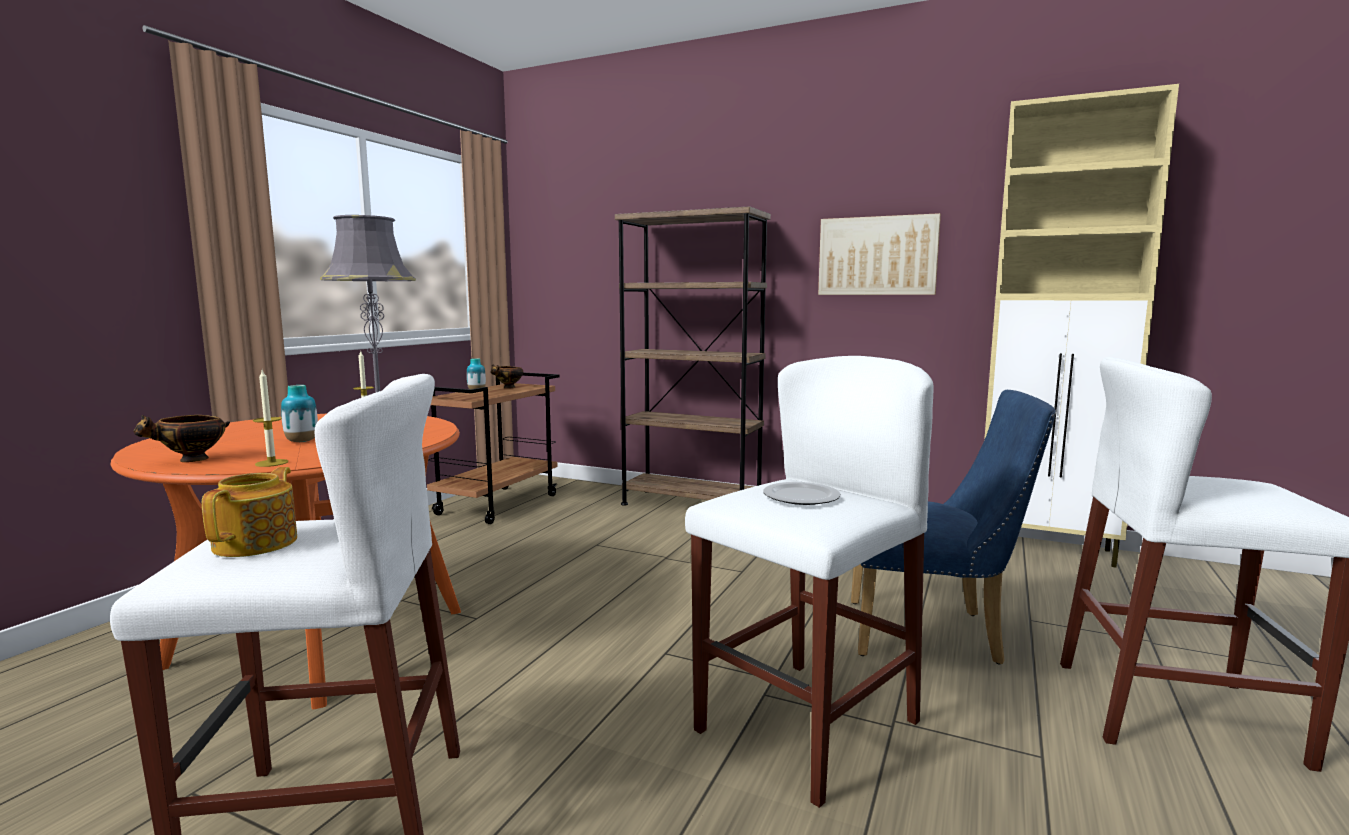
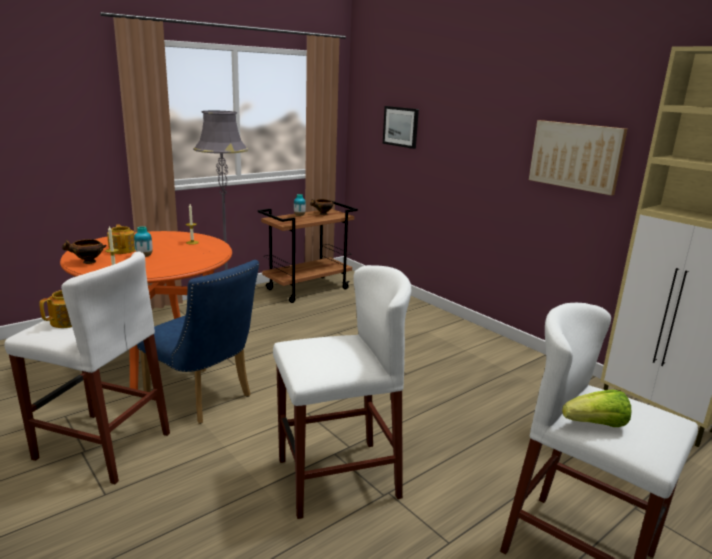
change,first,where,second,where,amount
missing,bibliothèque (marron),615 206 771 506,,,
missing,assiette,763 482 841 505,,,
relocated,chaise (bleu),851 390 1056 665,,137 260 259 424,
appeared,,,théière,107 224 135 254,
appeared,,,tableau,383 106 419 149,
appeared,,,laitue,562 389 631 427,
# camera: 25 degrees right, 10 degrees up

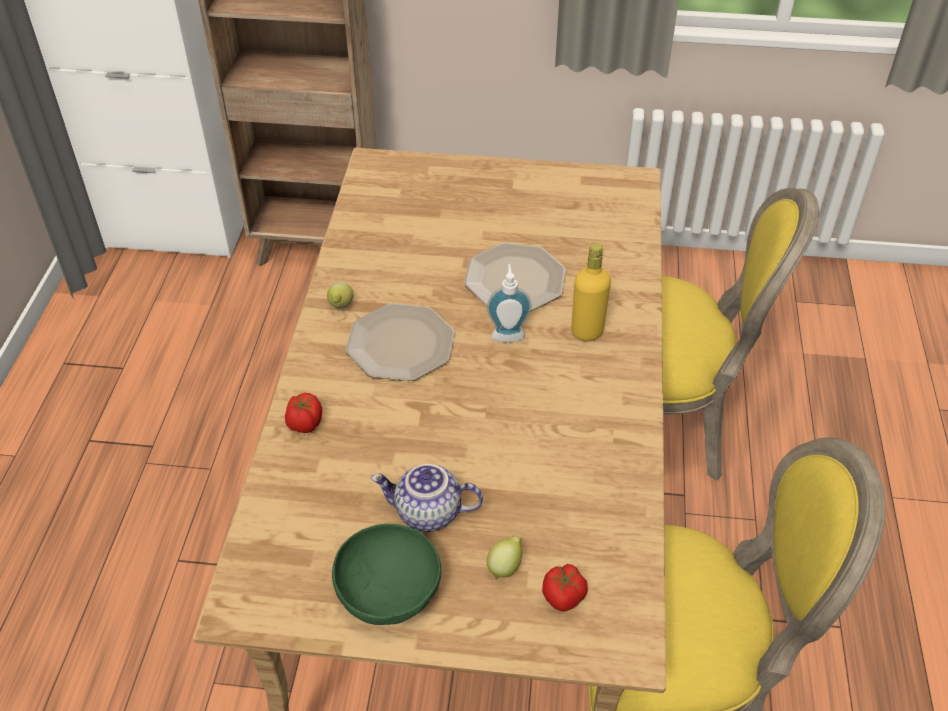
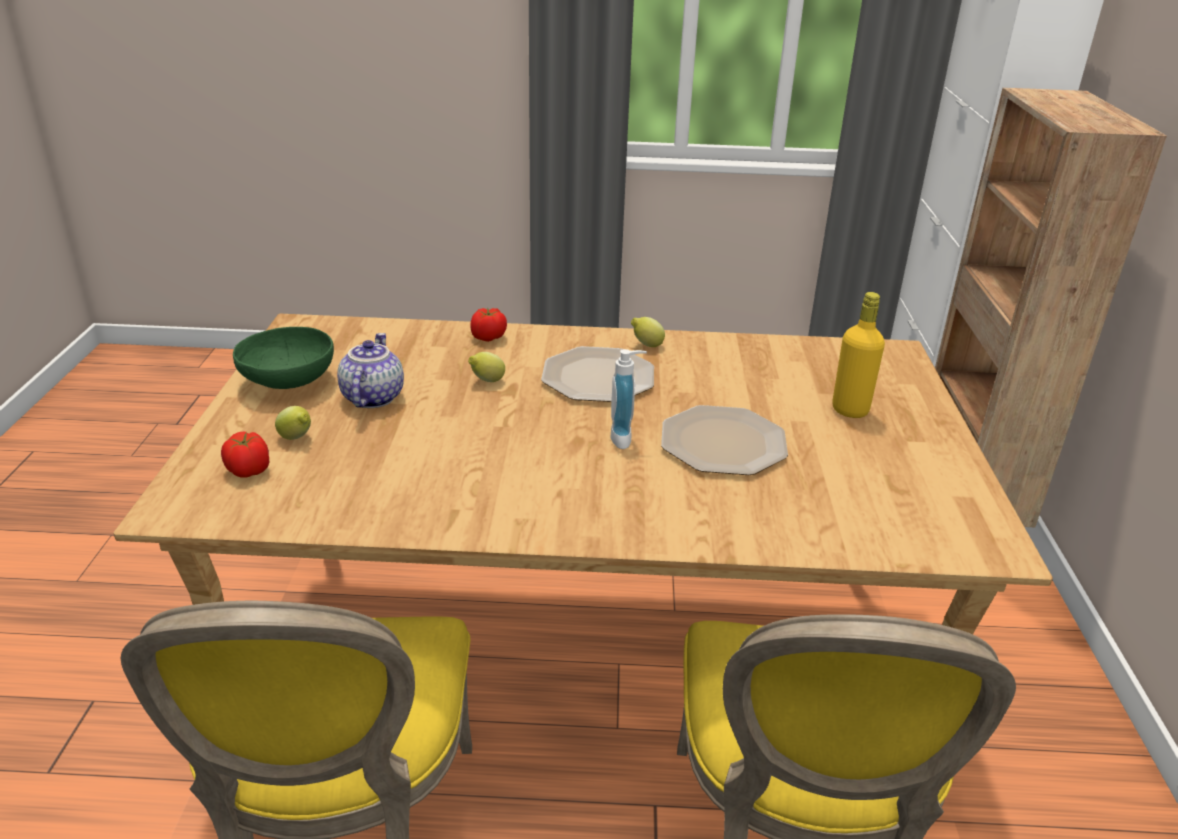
change,first,where,second,where,amount
relocated,bouteille (jaune),571 243 611 341,,832 292 885 418,
appeared,,,citron,468 352 505 382,
# camera: 85 degrees right, 15 degrees down

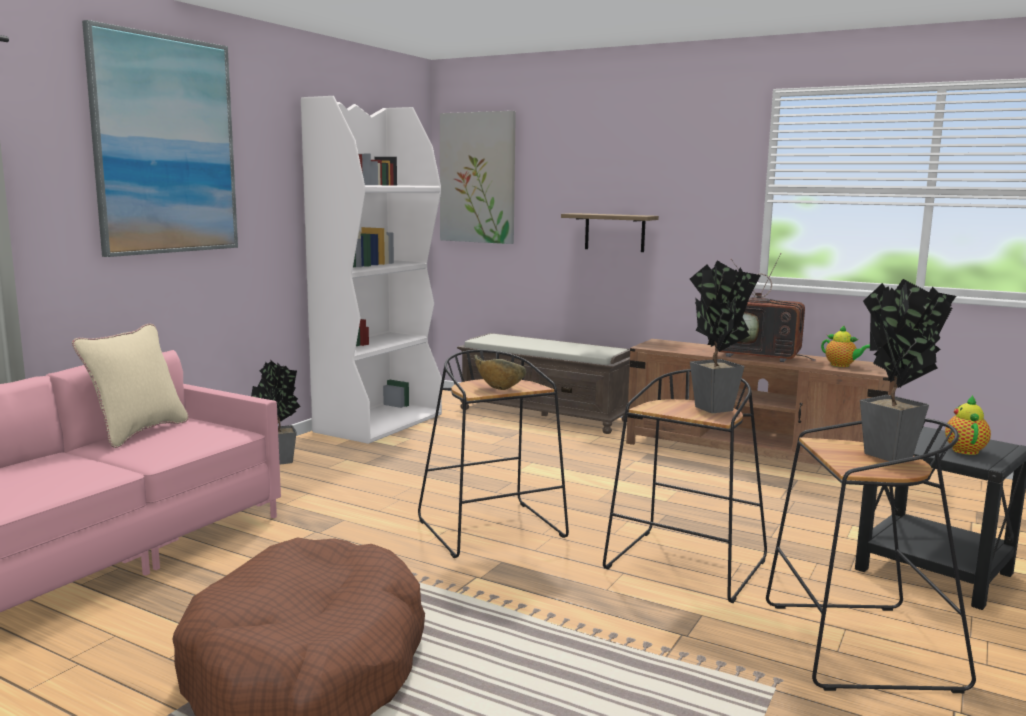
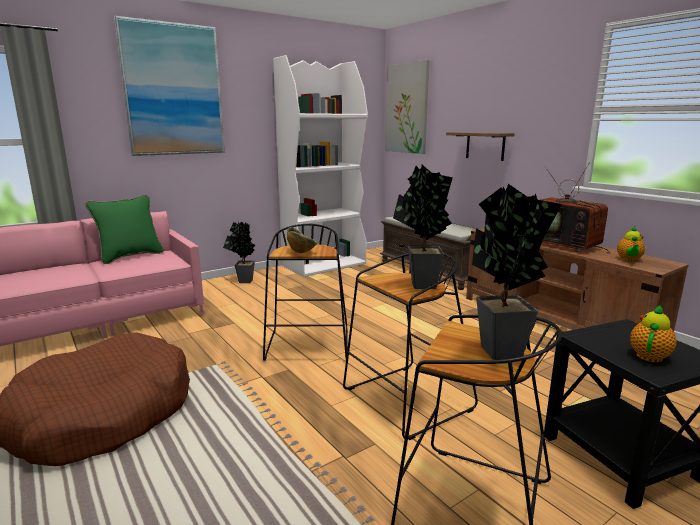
change,first,where,second,where,amount
colour,coussin (beige),72 323 188 448,coussin (vert),85 195 164 264,
spun,théière,821 325 870 367,,617 226 645 262,45 degrees clockwise
# camera: 25 degrees right, 5 degrees up

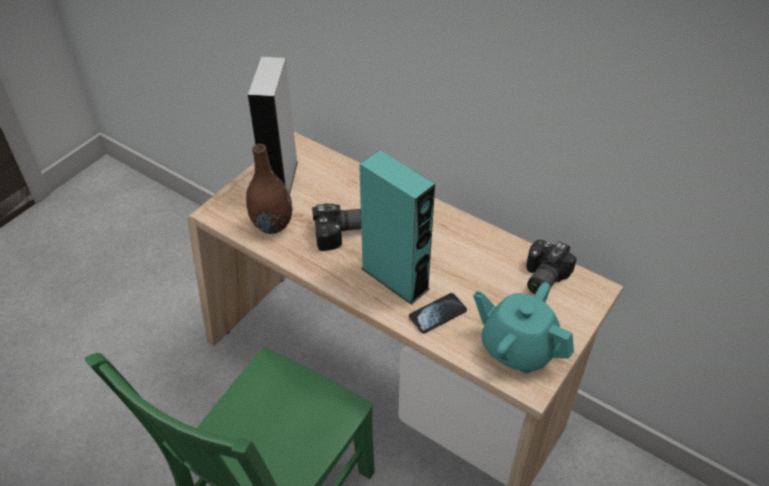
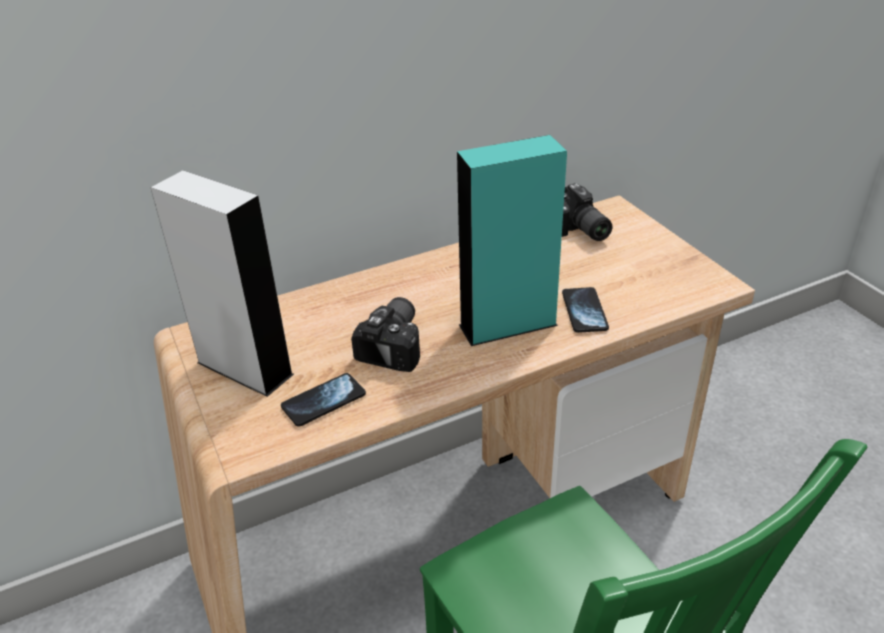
change,first,where,second,where,amount
exchanged,vase (marron),246 144 292 234,téléphone,281 373 366 427,
missing,théière (turquoise),473 282 574 374,,,
# camera: 60 degrees left, 10 degrees down

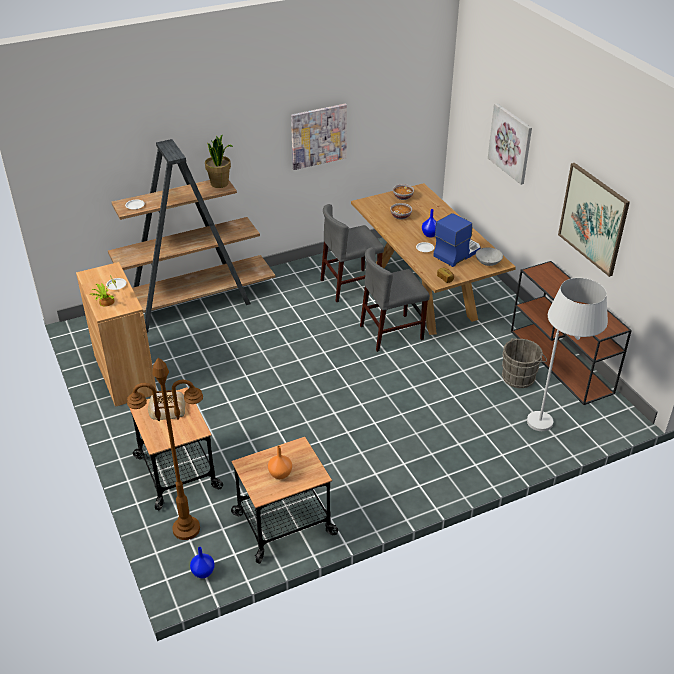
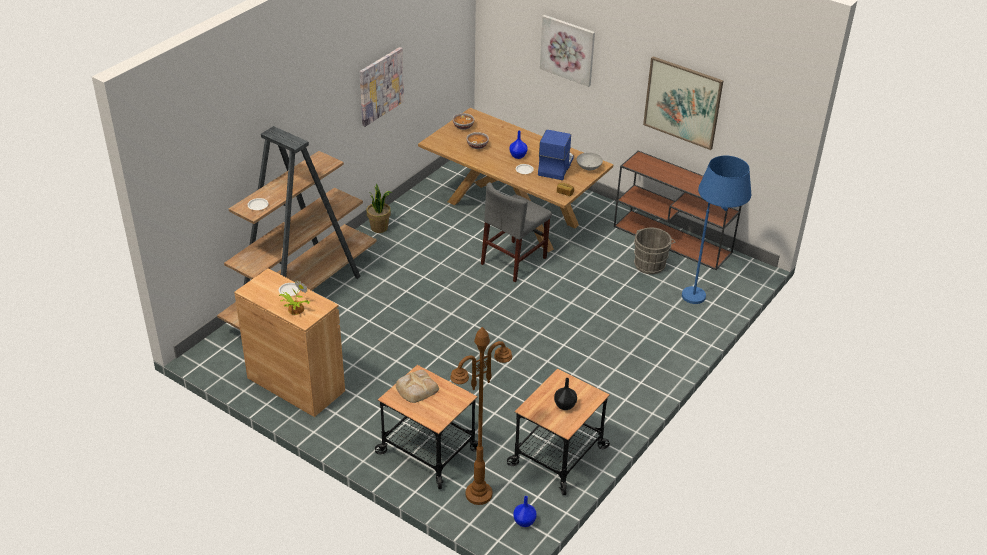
change,first,where,second,where,amount
relocated,plante en pot,205 134 233 188,,367 183 392 233,
colour,vase (orange),268 446 292 479,vase (noir),554 378 577 410,
missing,chaise (gris),321 204 384 302,,,
colour,lampadaire (blanc),527 278 608 431,lampadaire (bleu),682 156 751 304,
# camera: 30 degrees left, 0 degrees up

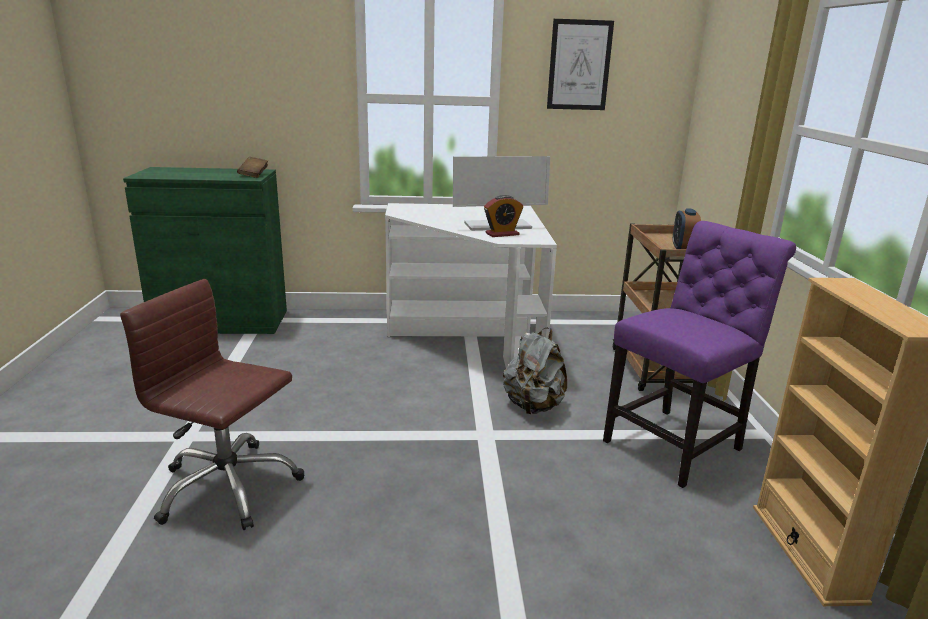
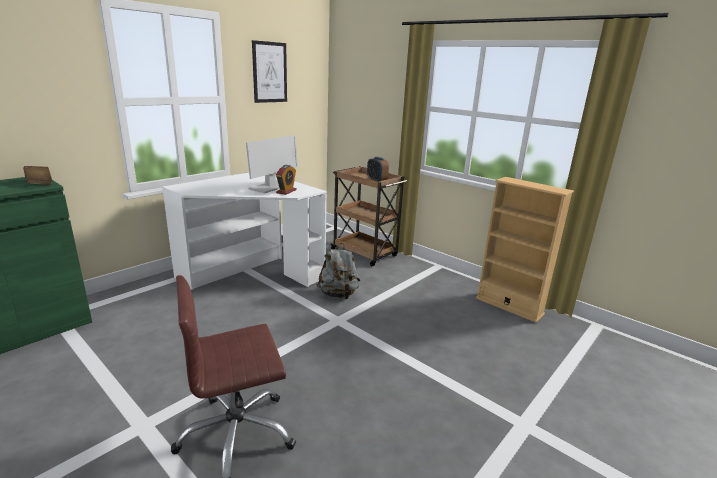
change,first,where,second,where,amount
missing,chaise (violet),603 221 796 488,,,
# camera: 45 degrees left, 0 degrees up

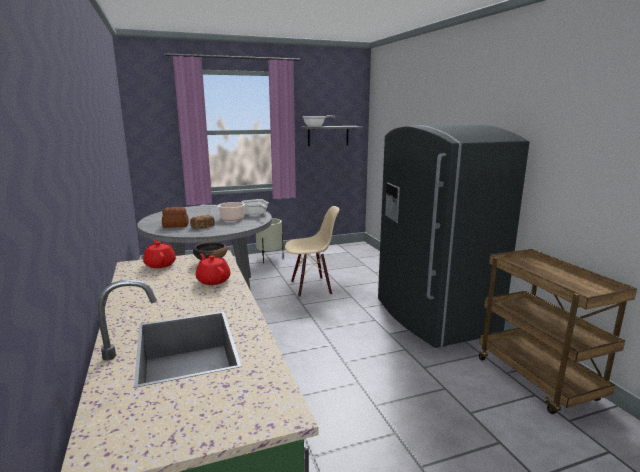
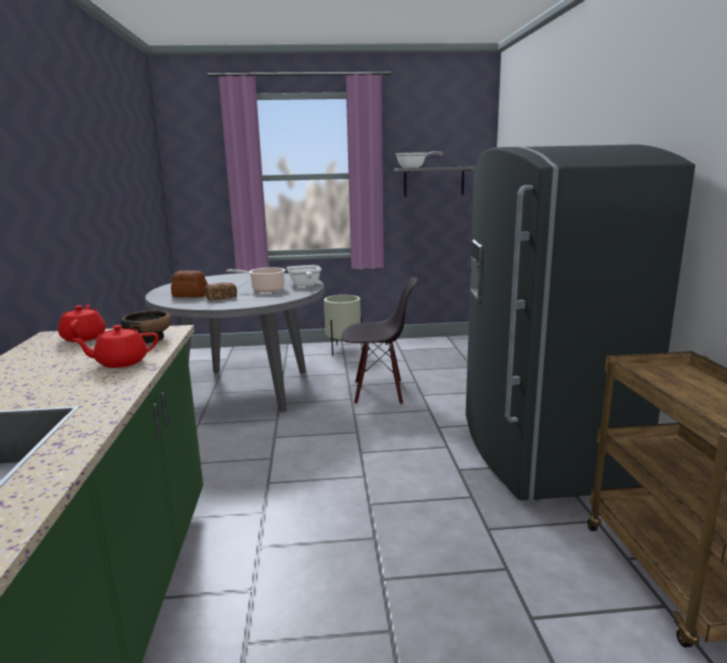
change,first,where,second,where,amount
spun,théière (rouge),196 254 231 285,,71 325 159 368,90 degrees counterclockwise
colour,chaise (beige),285 206 339 297,chaise (noir),341 277 418 405,
# camera: 15 degrees right, 0 degrees up

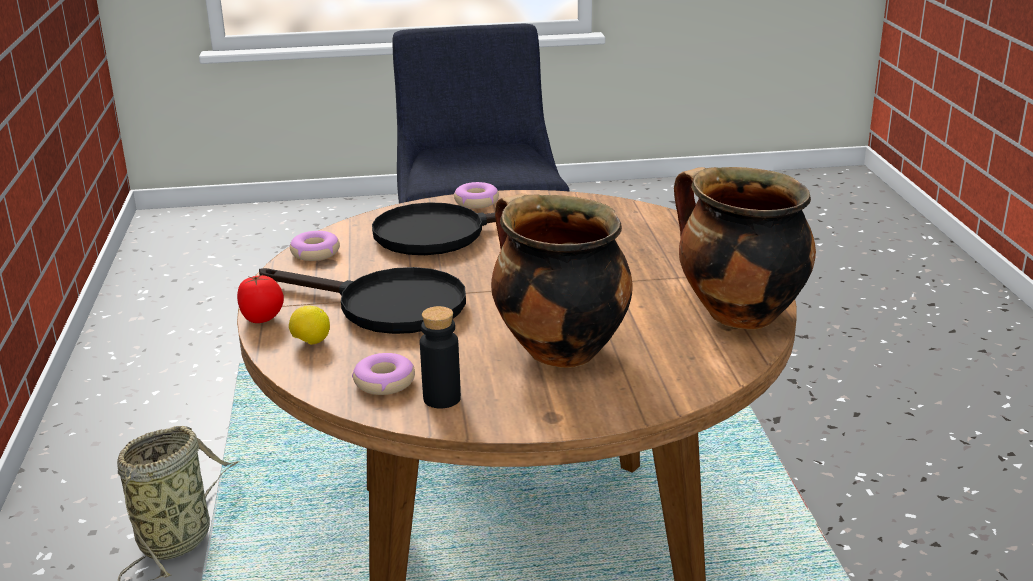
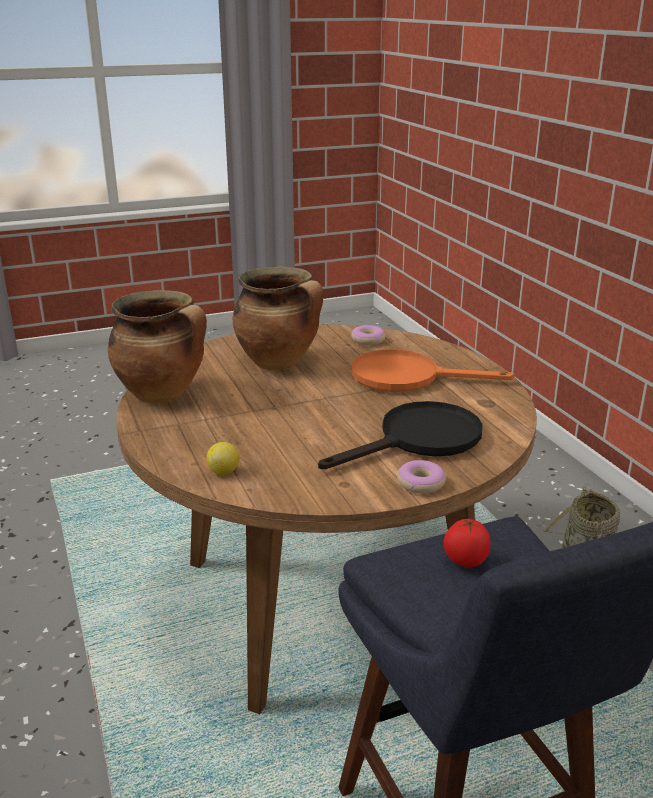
change,first,where,second,where,amount
relocated,tomate,237 275 284 323,,443 519 491 567,
colour,poêle (noir),259 267 466 334,poêle (orange),351 349 514 392,
missing,beignet,289 231 340 261,,,
relocated,citron,289 306 330 345,,206 442 240 475,
missing,bouteille (noir),420 306 461 408,,,
# camera: 165 degrees right, 0 degrees up

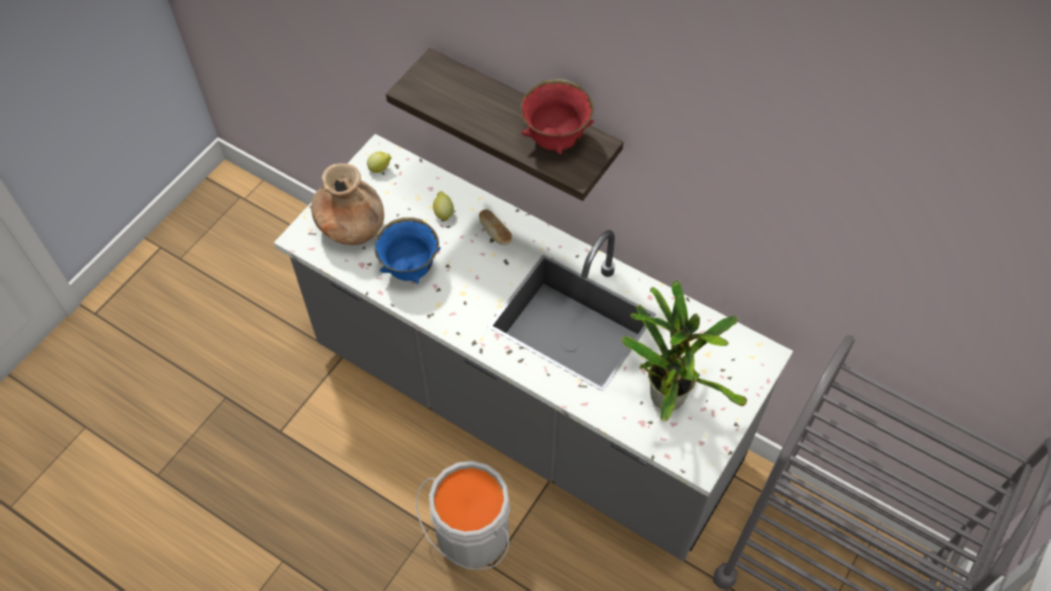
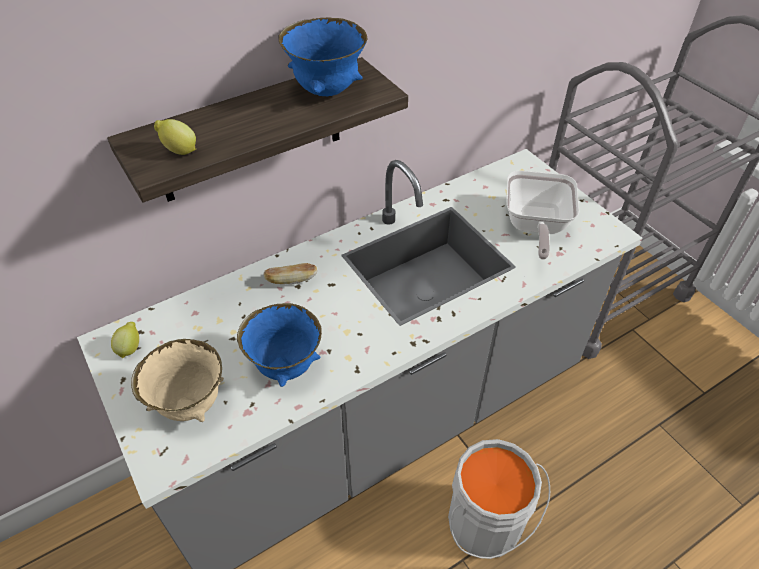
change,first,where,second,where,amount
exchanged,vase (marron),311 163 384 245,bol (beige),131 339 224 422,
relocated,citron,433 191 454 221,,154 119 196 155,
colour,bol (rouge),520 79 594 154,bol (bleu),278 17 368 96,
exchanged,plante en pot,622 281 747 421,poêle,506 171 579 260,
# camera: 65 degrees left, 10 degrees down

